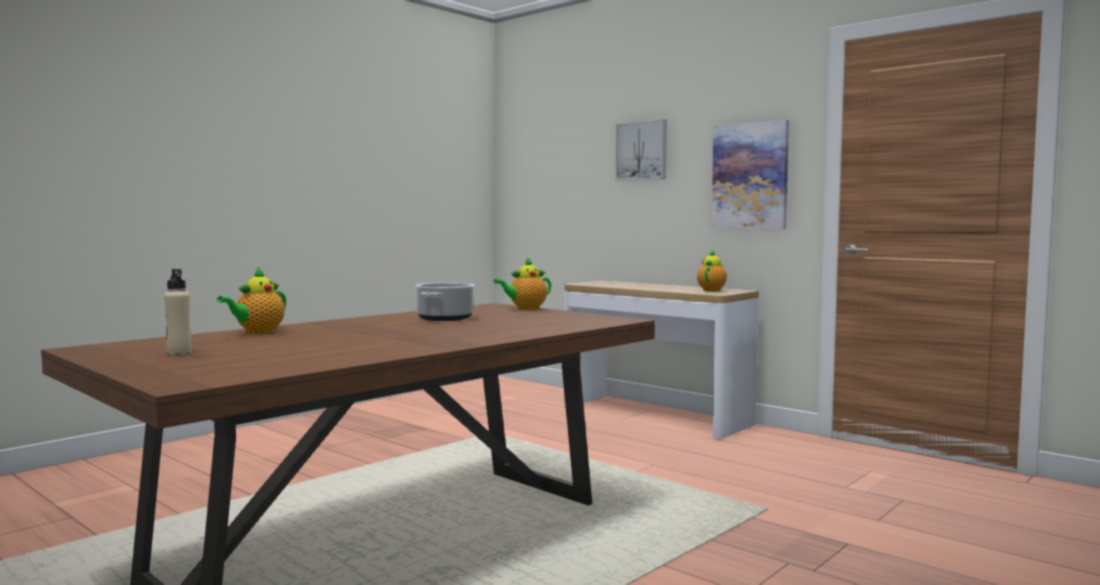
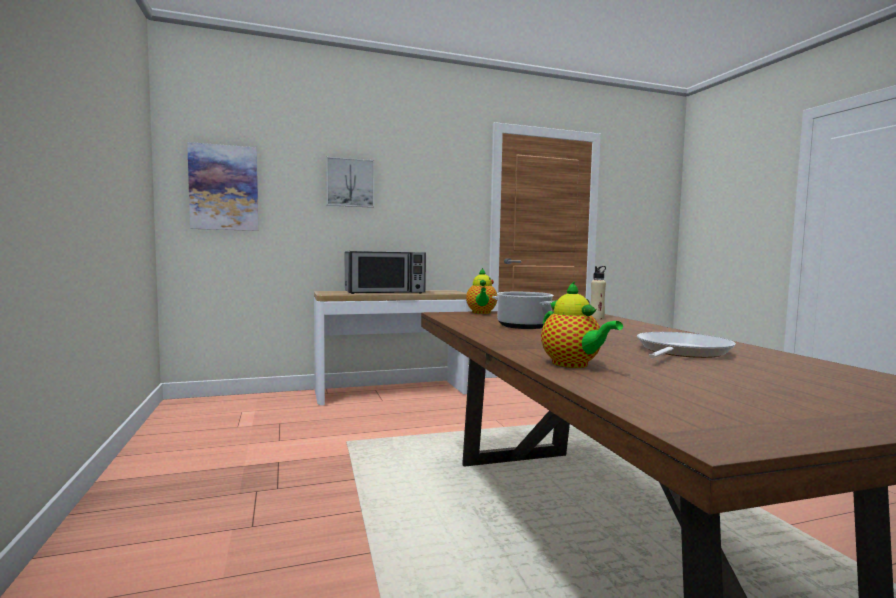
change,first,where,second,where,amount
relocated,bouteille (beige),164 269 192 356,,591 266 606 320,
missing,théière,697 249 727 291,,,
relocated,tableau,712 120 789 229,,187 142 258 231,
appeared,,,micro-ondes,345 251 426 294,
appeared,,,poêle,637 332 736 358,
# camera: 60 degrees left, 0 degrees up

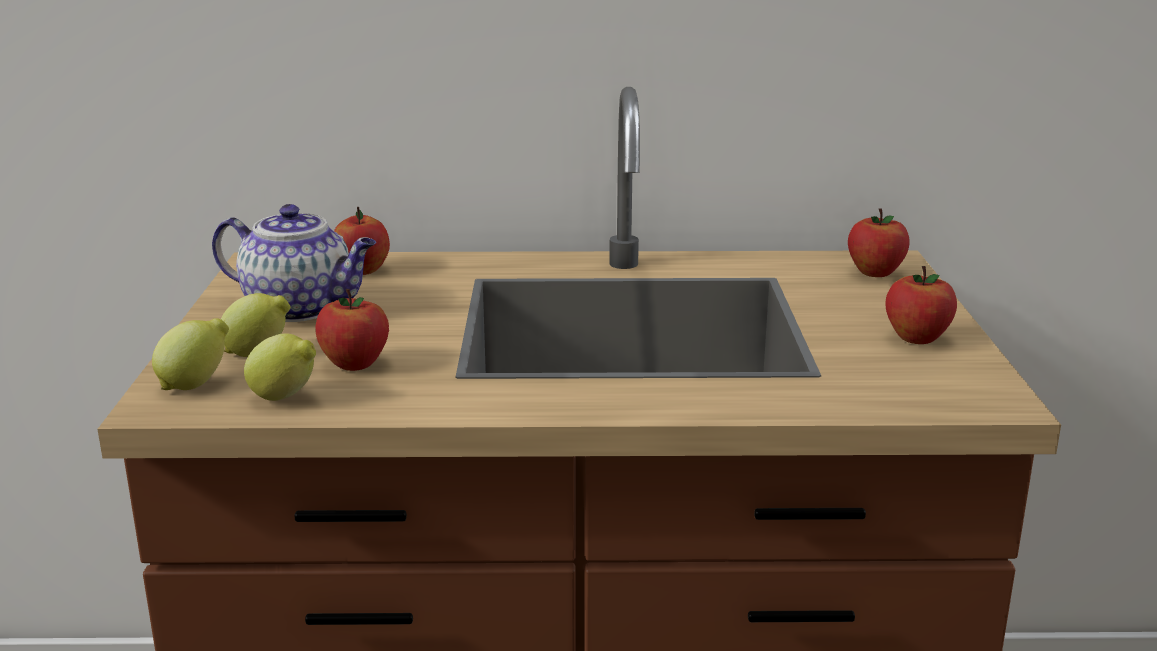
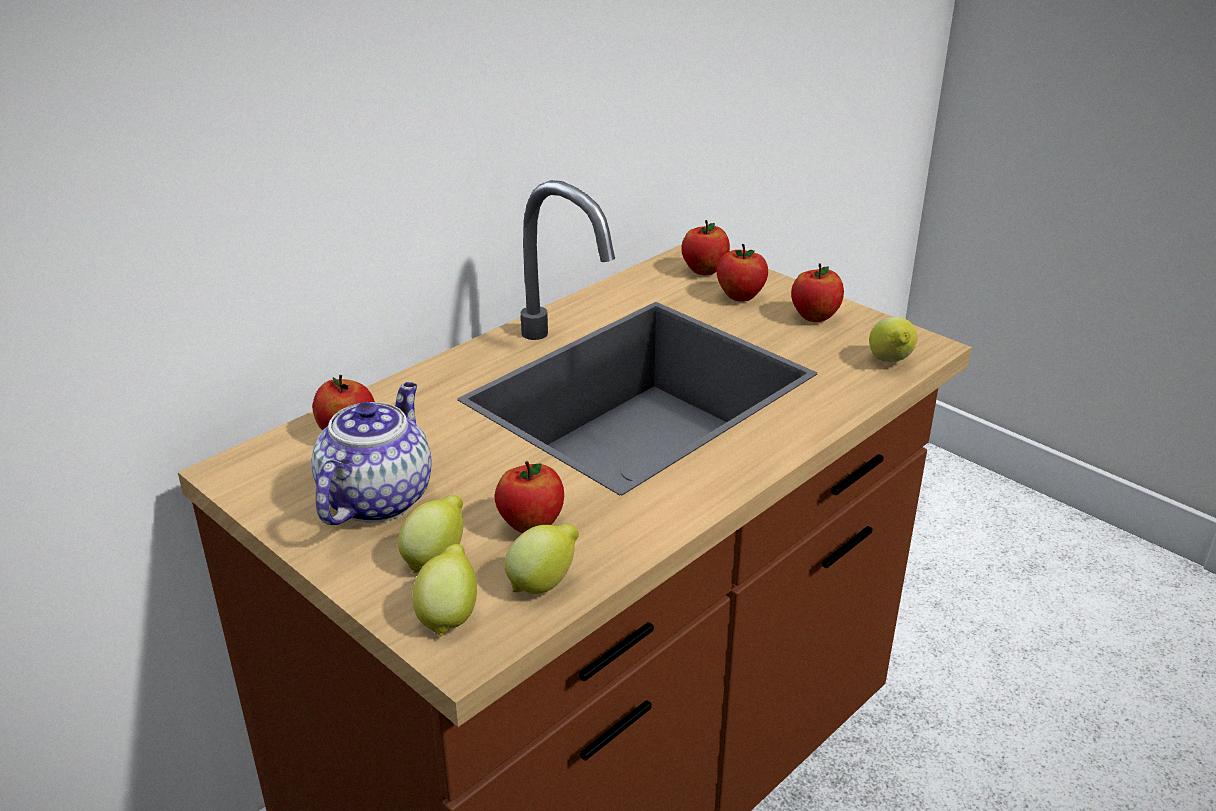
change,first,where,second,where,amount
spun,théière,212 204 376 322,,311 382 432 525,45 degrees counterclockwise
appeared,,,pomme,717 244 768 302,
appeared,,,citron,869 317 918 362,
# camera: 45 degrees left, 10 degrees up

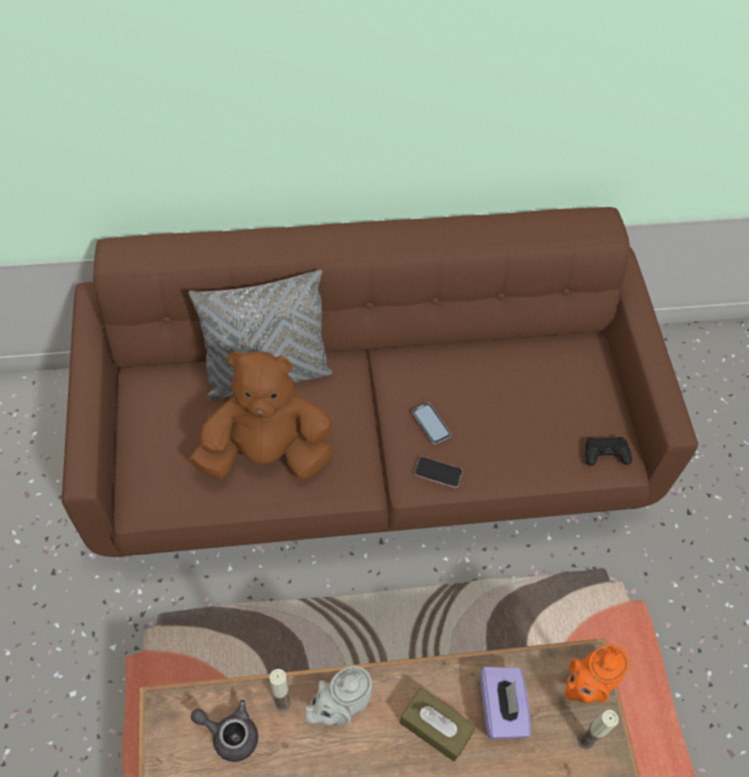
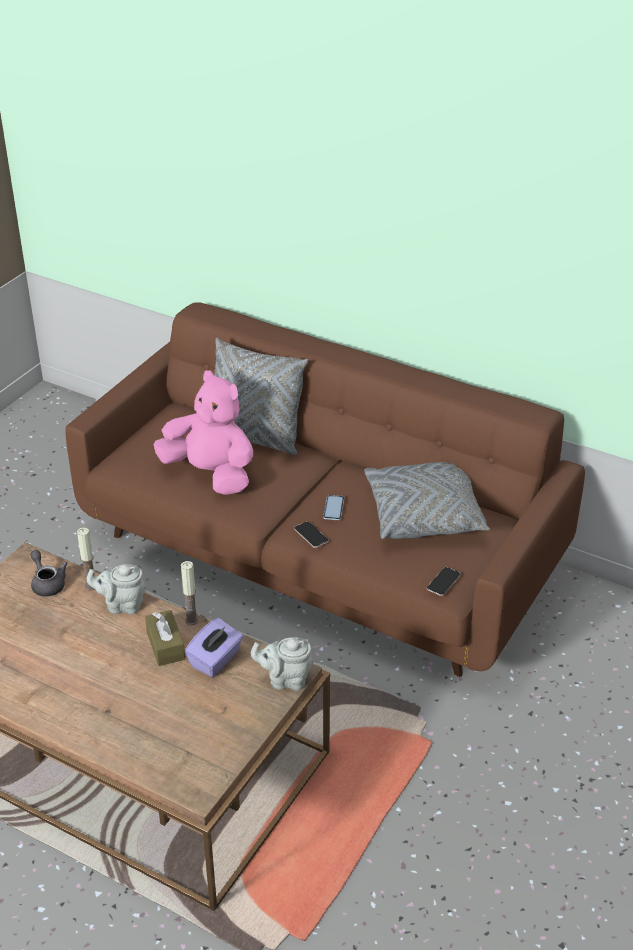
change,first,where,second,where,amount
colour,peluche (marron),190 351 333 480,peluche (rose),153 370 253 495,
colour,théière (orange),565 645 629 704,théière (gris),251 637 313 690,
relocated,bougie,578 710 619 750,,181 561 198 625,
exchanged,manette (noir),585 437 632 466,téléphone,427 567 461 596,
appeared,,,coussin (gris),364 462 490 539,
# camera: 40 degrees right, 20 degrees down

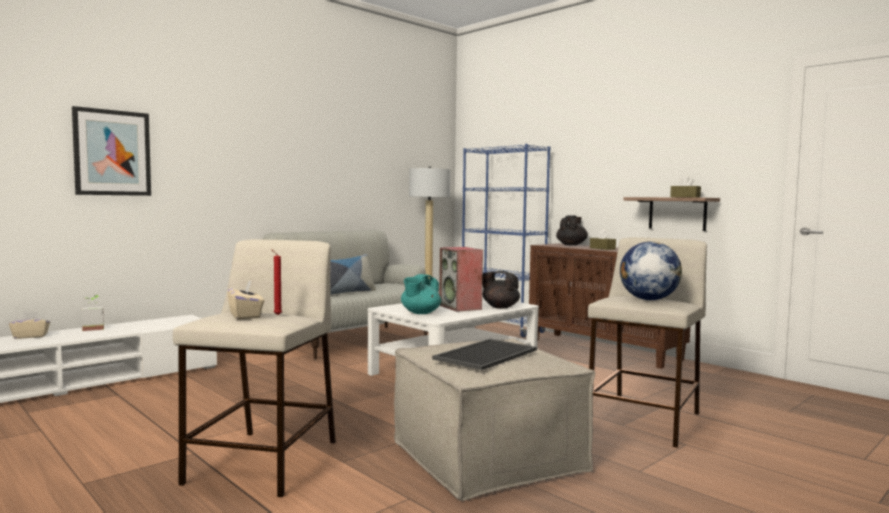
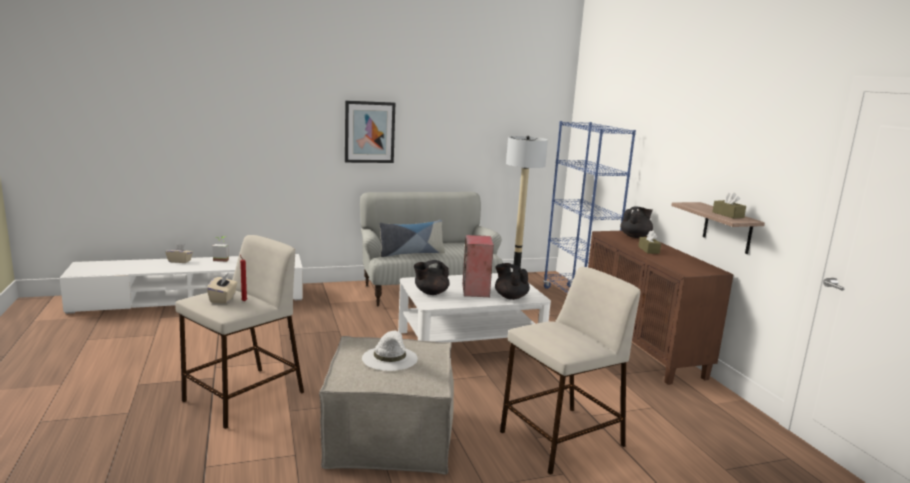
change,first,where,second,where,amount
relocated,tableau,72 106 151 196,,345 101 395 163,
colour,théière (turquoise),401 274 441 314,théière (noir),414 260 450 295,
exchanged,plateau,432 339 537 370,chapeau (blanc),362 331 418 371,
missing,globe,620 241 682 300,,,
# camera: 25 degrees right, 10 degrees up

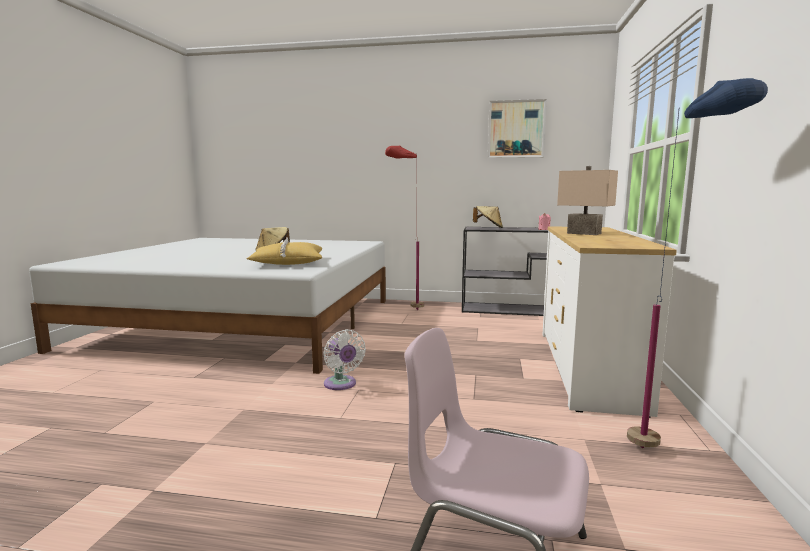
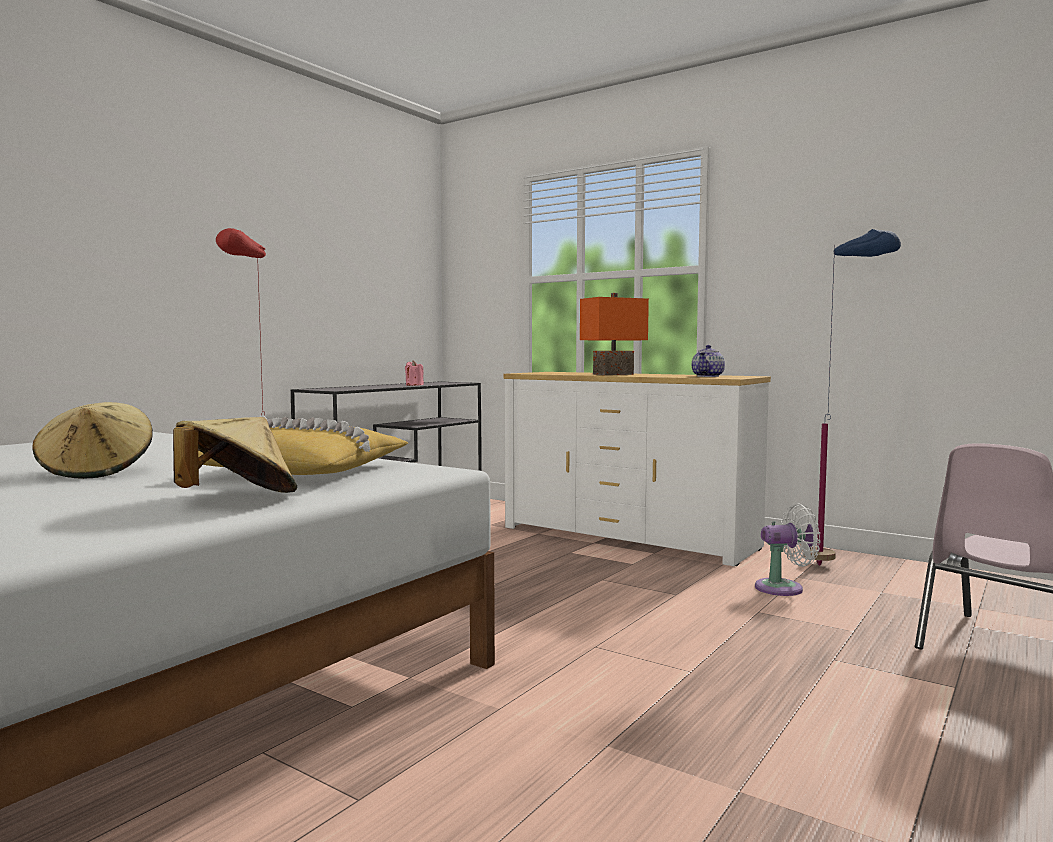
change,first,where,second,where,amount
relocated,ventilateur (blanc),323 329 366 390,,755 504 821 596,
relocated,chapeau (beige),473 206 503 228,,173 417 297 493,
missing,tableau,488 99 547 158,,,
colour,lampe de table (beige),557 166 618 235,lampe de table (orange),580 293 649 375,
appeared,,,théière,692 345 725 377,
# camera: 65 degrees left, 5 degrees down

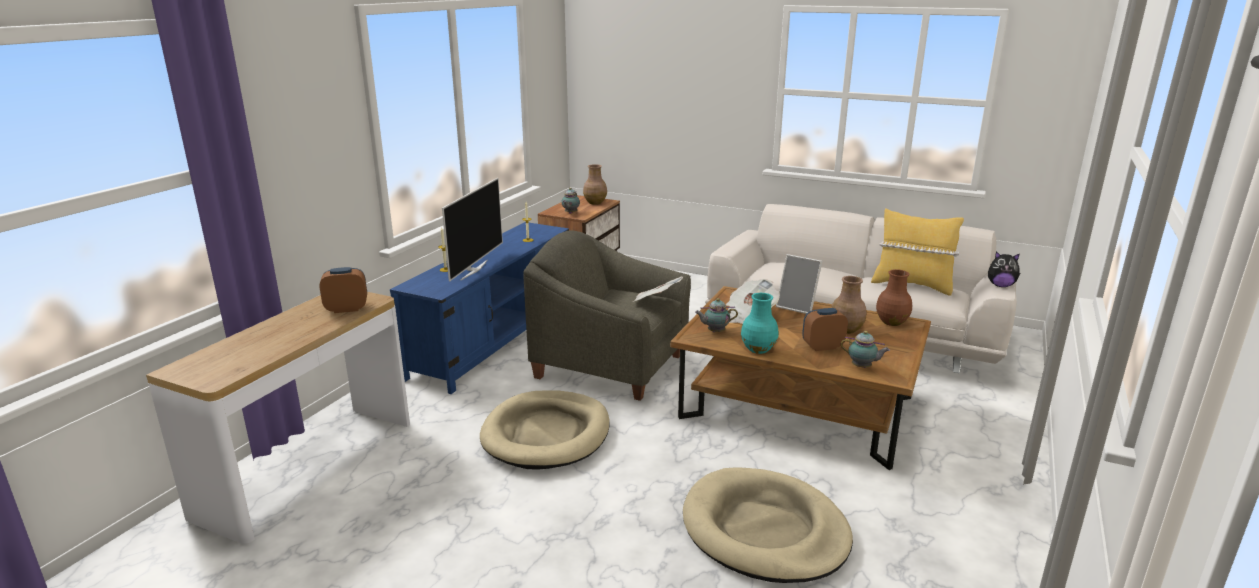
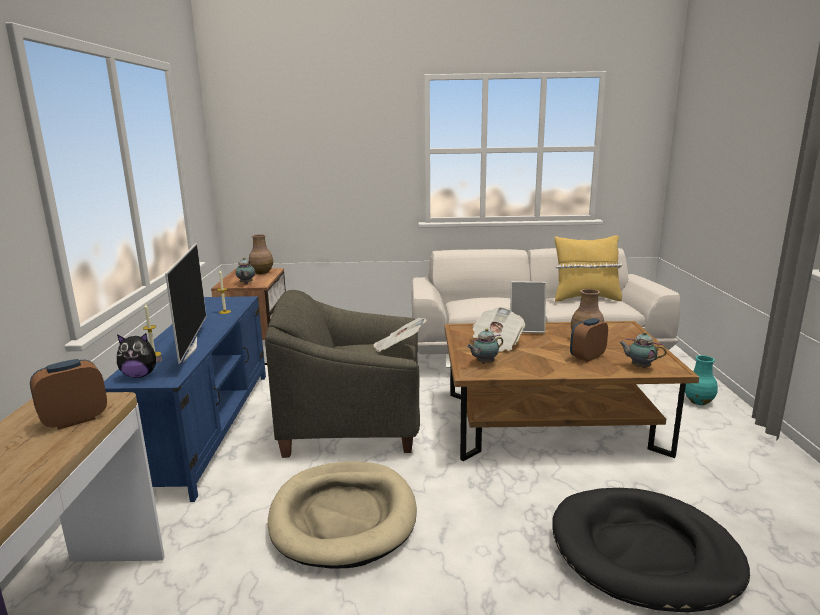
change,first,where,second,where,amount
colour,panier pour chien (beige),683 467 853 583,panier pour chien (noir),552 488 750 613,
relocated,vase (turquoise),741 293 778 354,,685 355 718 405,
spun,théière,840 331 890 368,,619 332 667 368,150 degrees counterclockwise
missing,vase (marron),876 269 912 326,,,
relocated,peluche,988 252 1020 287,,117 333 162 378,
# camera: 25 degrees left, 5 degrees down

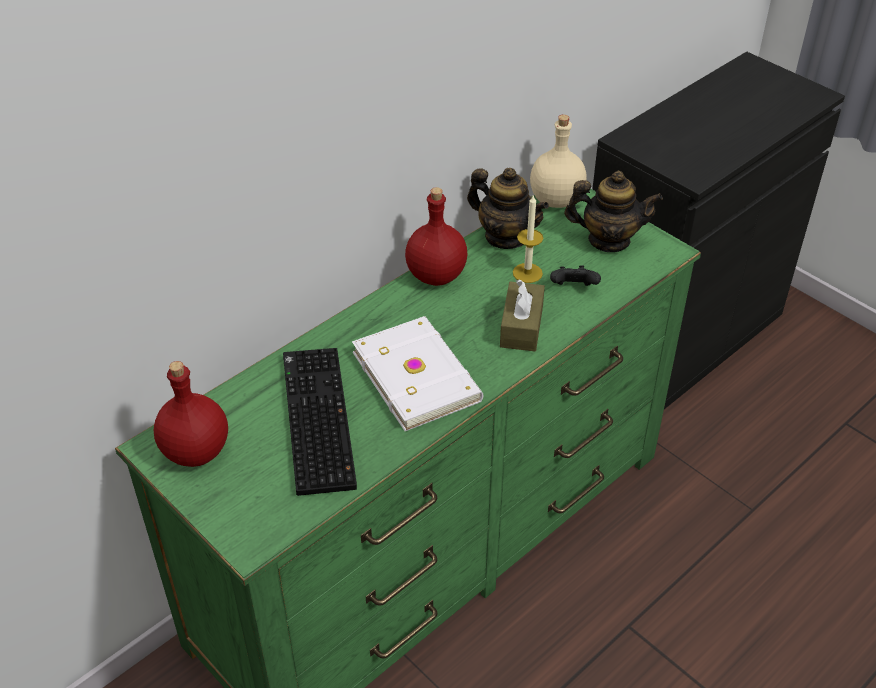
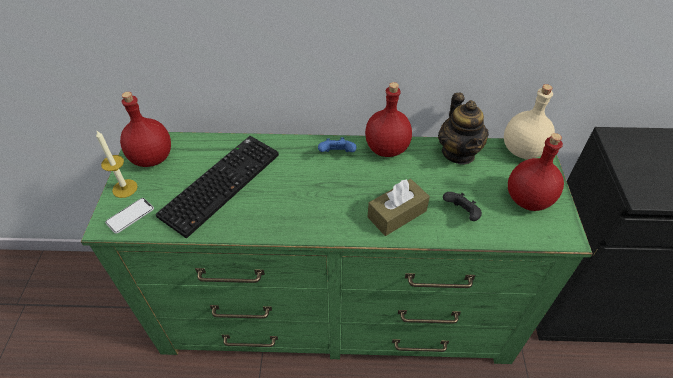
change,first,where,second,where,amount
missing,livre (blanc),352 316 483 431,,,
relocated,bougie,513 194 543 283,,96 131 138 198,
exchanged,théière,564 171 663 252,bouteille (rouge),508 133 564 211,
appeared,,,téléphone,105 198 154 234,
appeared,,,manette (bleu),318 138 356 152,
# camera: 45 degrees right, 5 degrees up

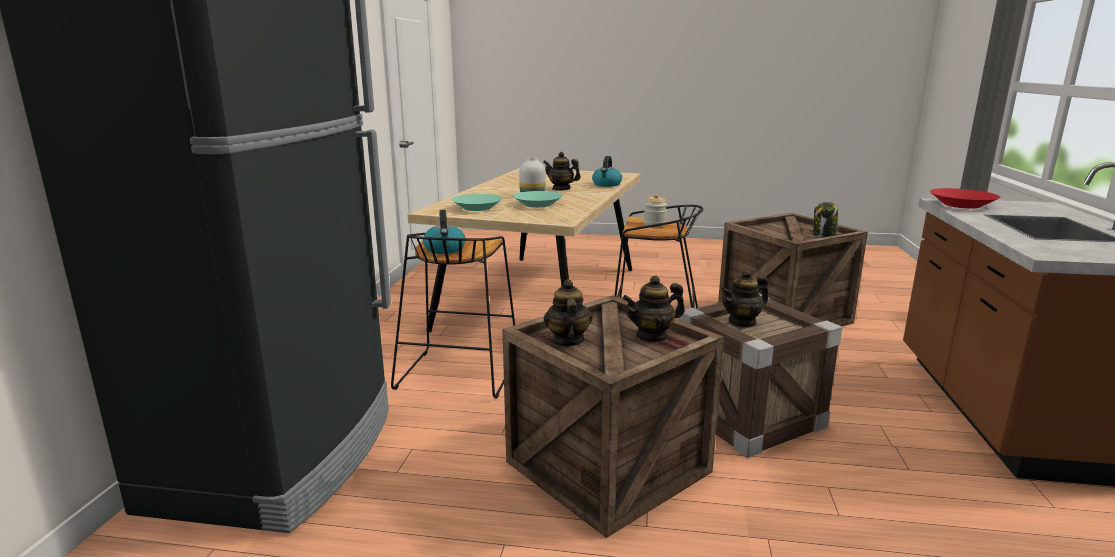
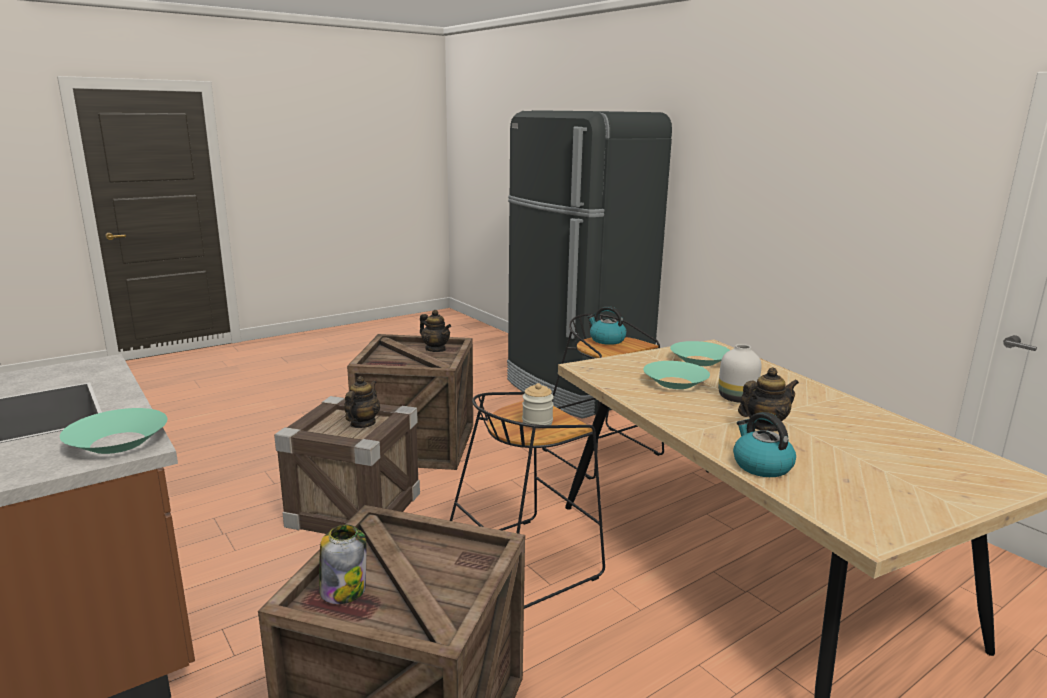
change,first,where,second,where,amount
missing,théière,622 275 685 343,,,
colour,bol (rouge),930 188 1000 209,bol (turquoise),60 408 167 454,
# camera: 135 degrees right, 0 degrees up

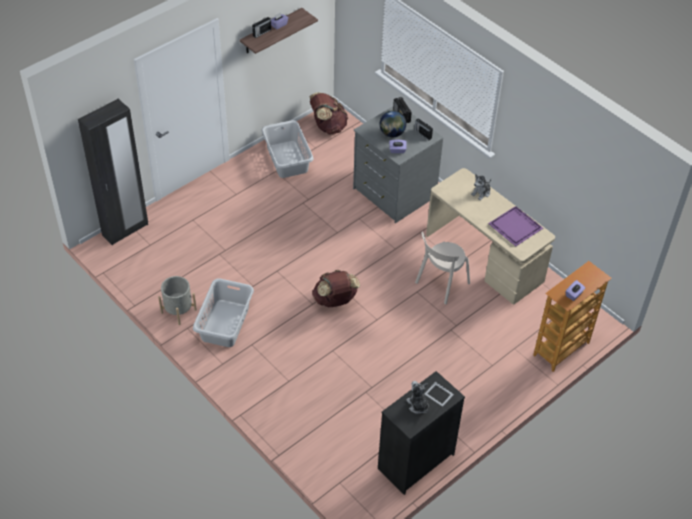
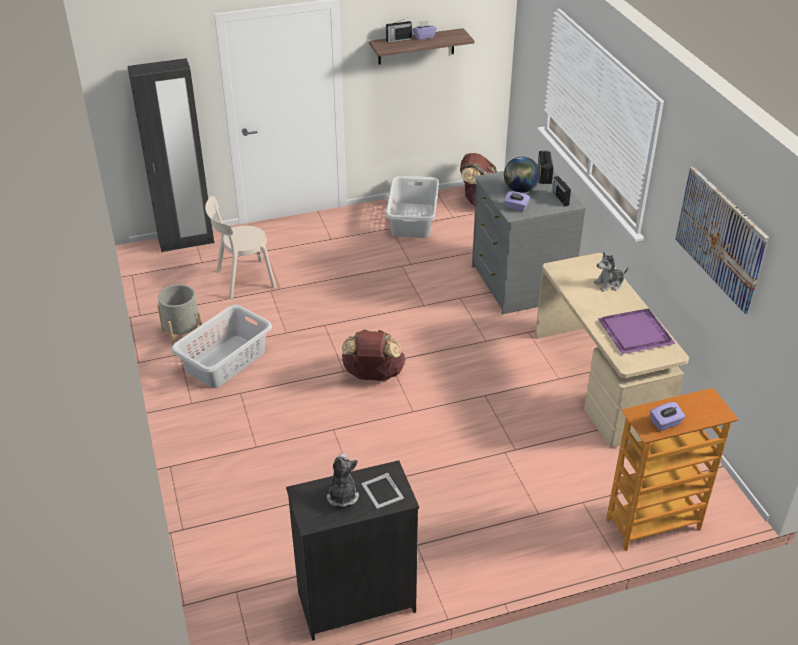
change,first,where,second,where,amount
relocated,chaise (beige),415 231 470 305,,205 196 276 299,
appeared,,,tableau,675 166 769 314,
# camera: 25 degrees right, 10 degrees down

